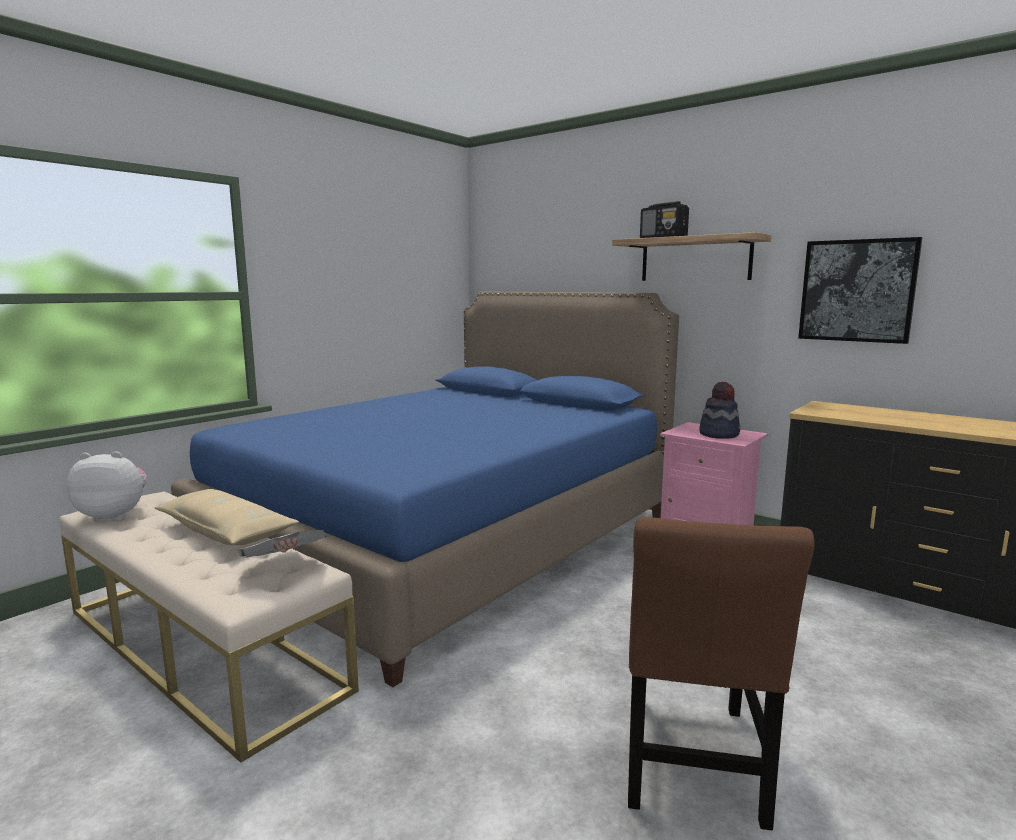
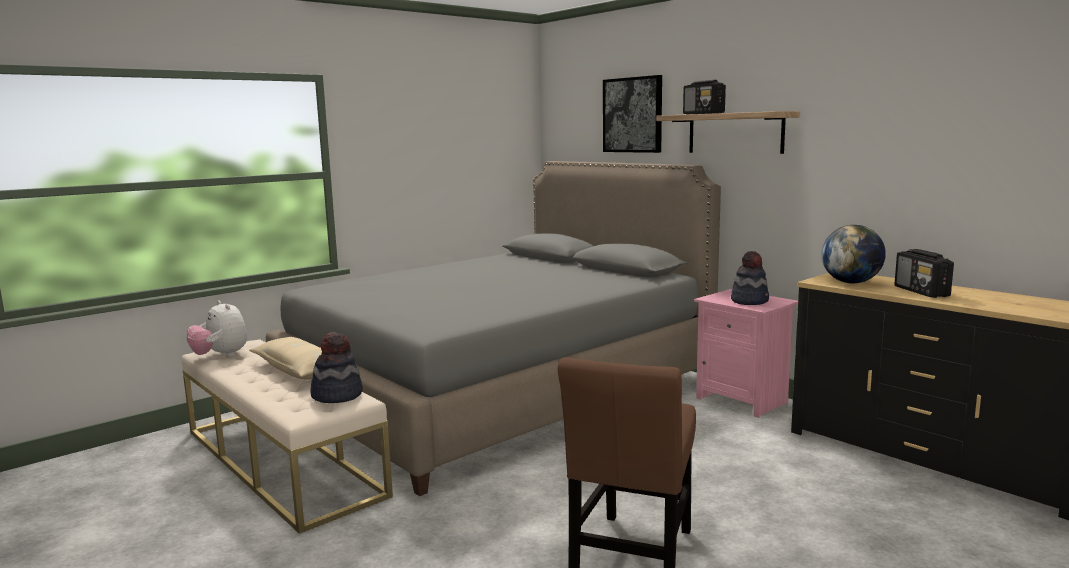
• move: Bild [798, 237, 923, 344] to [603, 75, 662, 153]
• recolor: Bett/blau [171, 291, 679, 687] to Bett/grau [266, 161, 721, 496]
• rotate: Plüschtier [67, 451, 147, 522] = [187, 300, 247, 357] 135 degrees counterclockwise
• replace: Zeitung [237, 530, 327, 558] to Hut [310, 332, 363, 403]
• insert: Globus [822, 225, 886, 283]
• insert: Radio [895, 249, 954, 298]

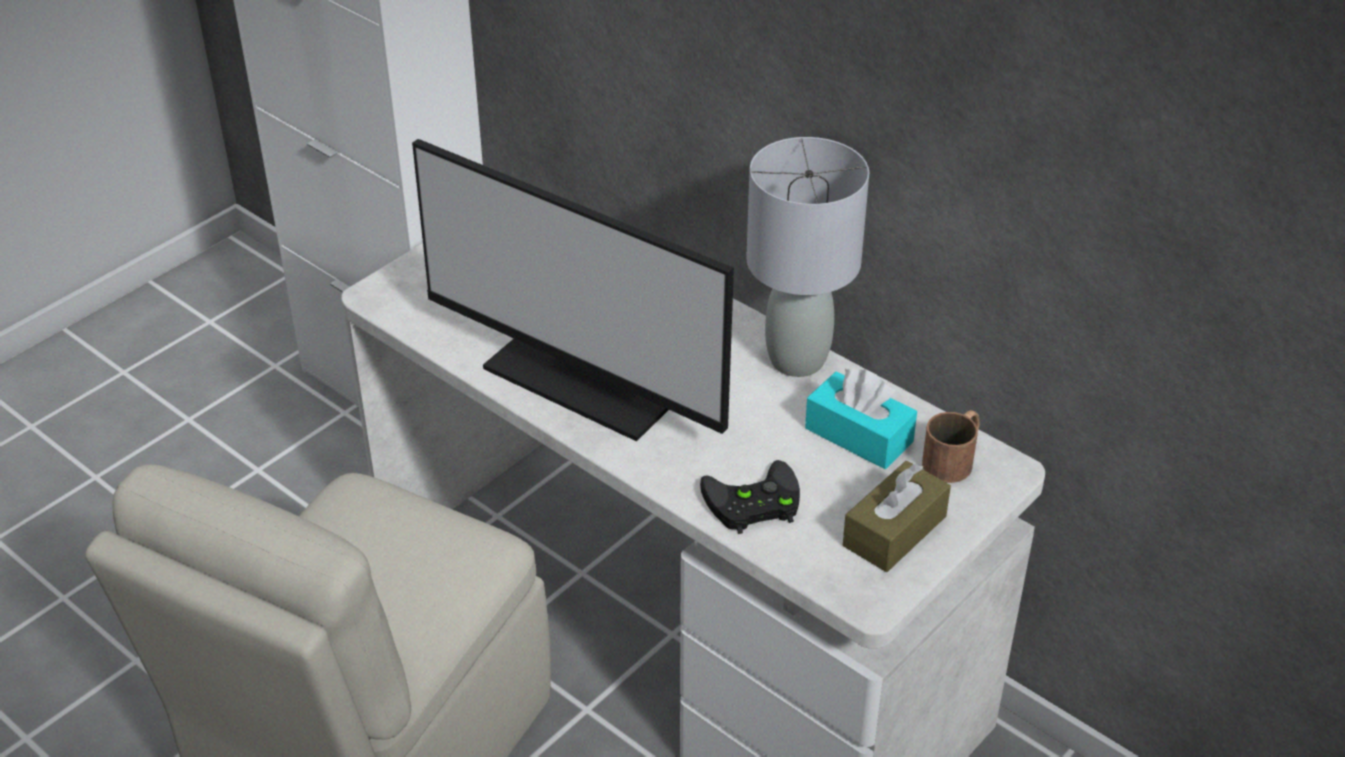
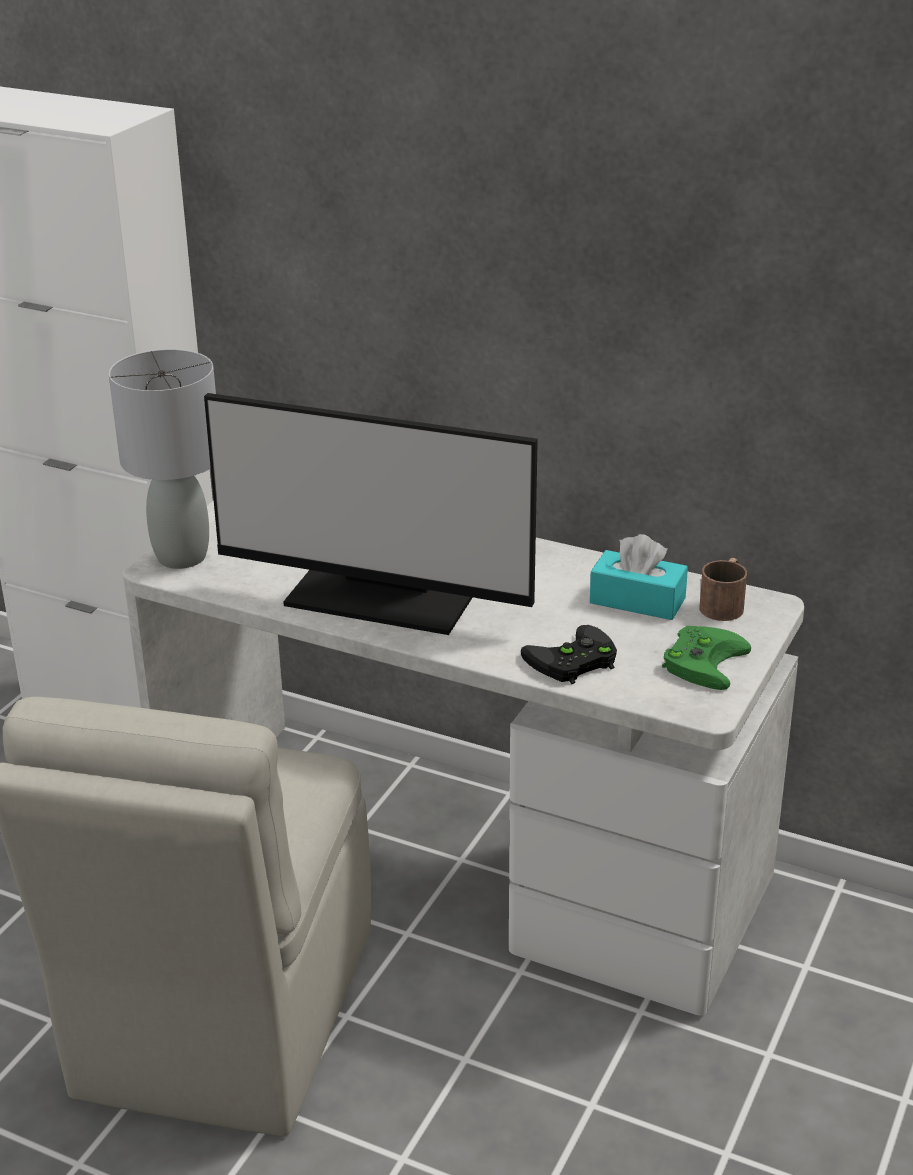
• move: Tischlampe/grau [746, 137, 869, 377] to [108, 349, 216, 569]
• replace: Taschentuchbox/braun [843, 461, 951, 572] to Gamepad/grün [662, 626, 751, 690]

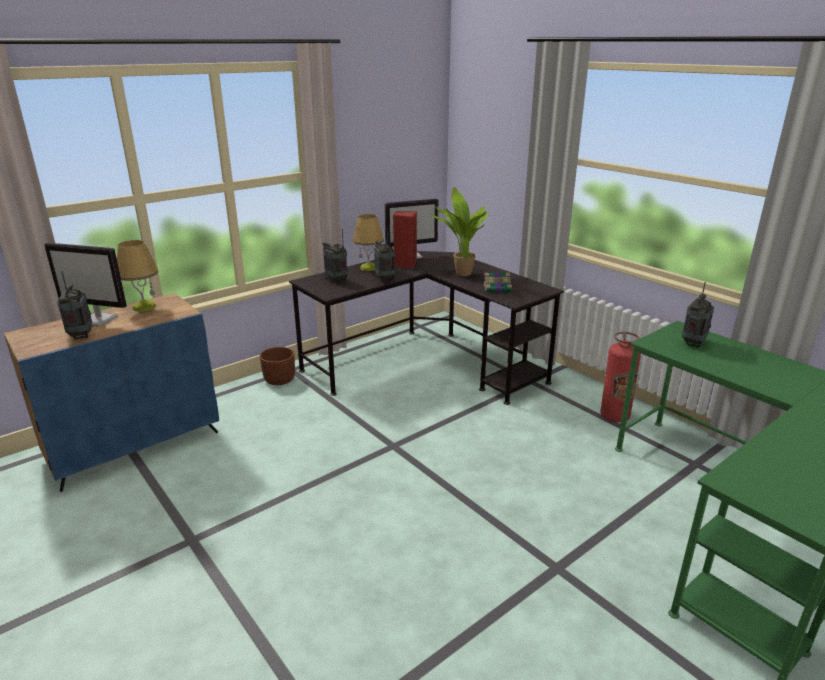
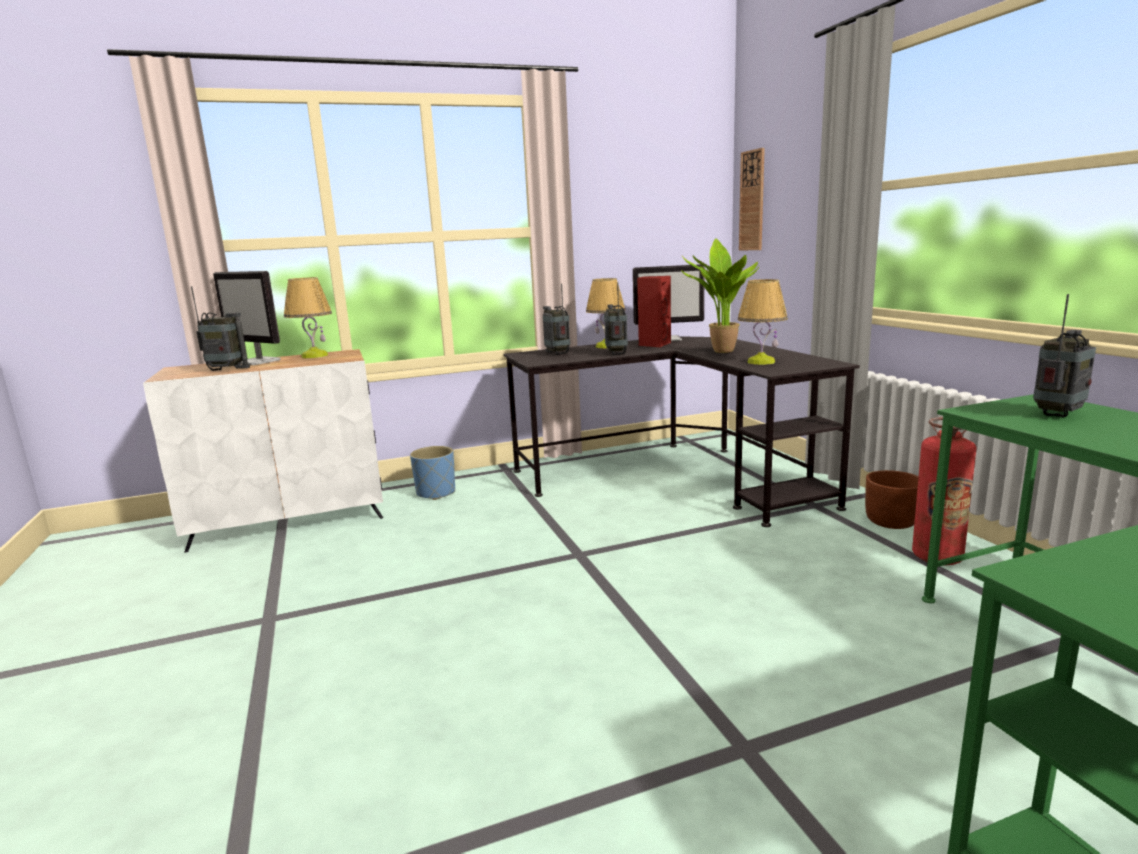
• rotate: Radio [57, 271, 92, 339] = [191, 286, 250, 371] 90 degrees clockwise
• replace: Buch [483, 272, 516, 292] to Tischlampe [738, 279, 788, 365]
• recolor: Schrank/blau [4, 293, 219, 492] to Schrank/weiß [143, 349, 383, 553]
• move: Pflanzkübel/braun [260, 347, 295, 385] to [865, 470, 919, 529]
• insert: Wanduhr [739, 148, 765, 250]
• insert: Pflanzkübel/blau [410, 446, 455, 500]

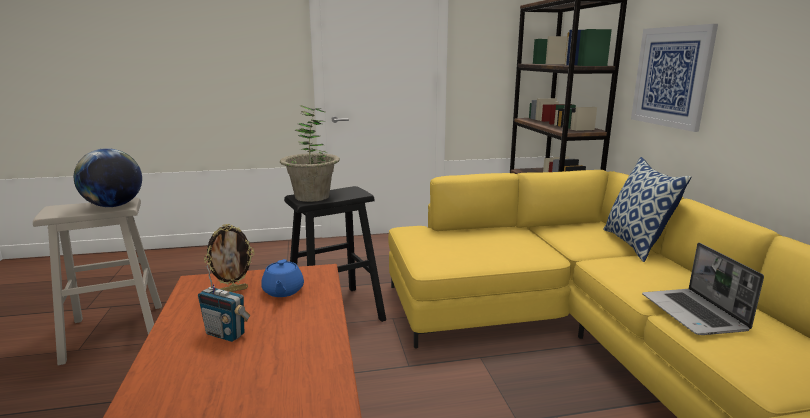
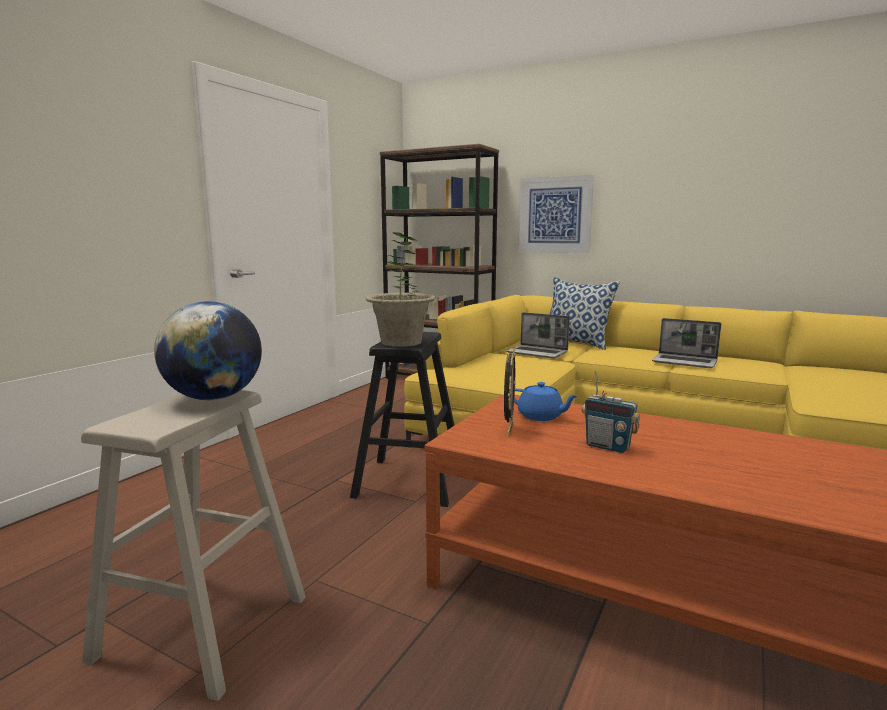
• rotate: Radio [198, 265, 251, 342] = [582, 371, 640, 453] 60 degrees clockwise
• insert: Laptop [506, 312, 570, 358]

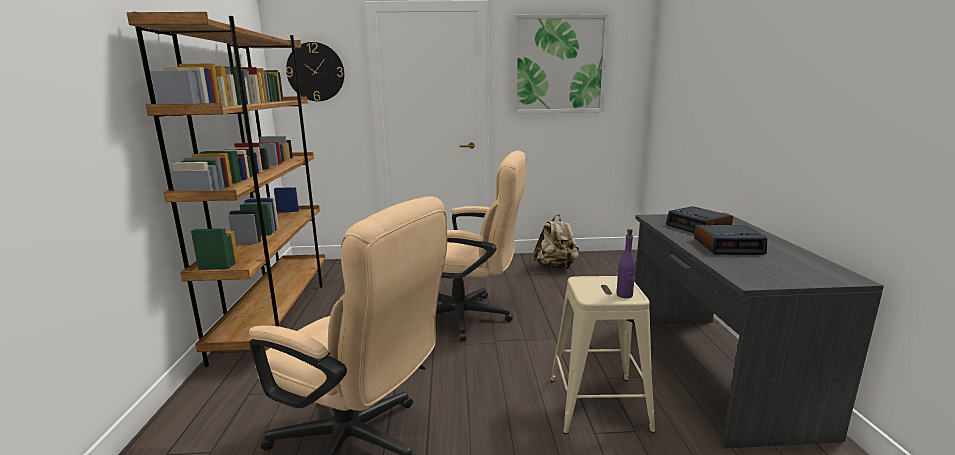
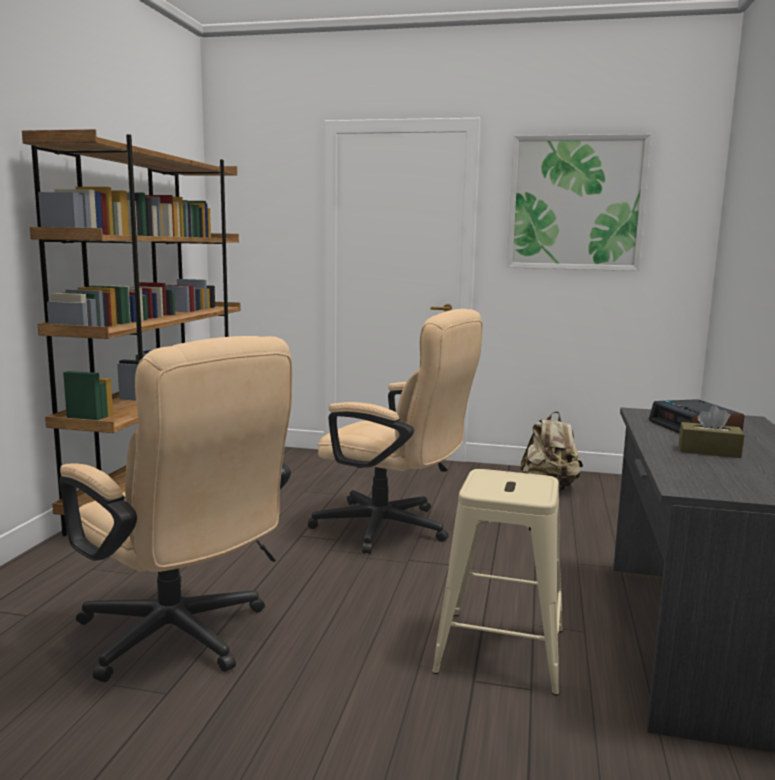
• delete: Wanduhr [286, 42, 344, 101]
• replace: Wecker [694, 225, 767, 255] to Taschentuchbox/braun [679, 405, 744, 458]
• delete: Flasche/lila [616, 229, 636, 298]

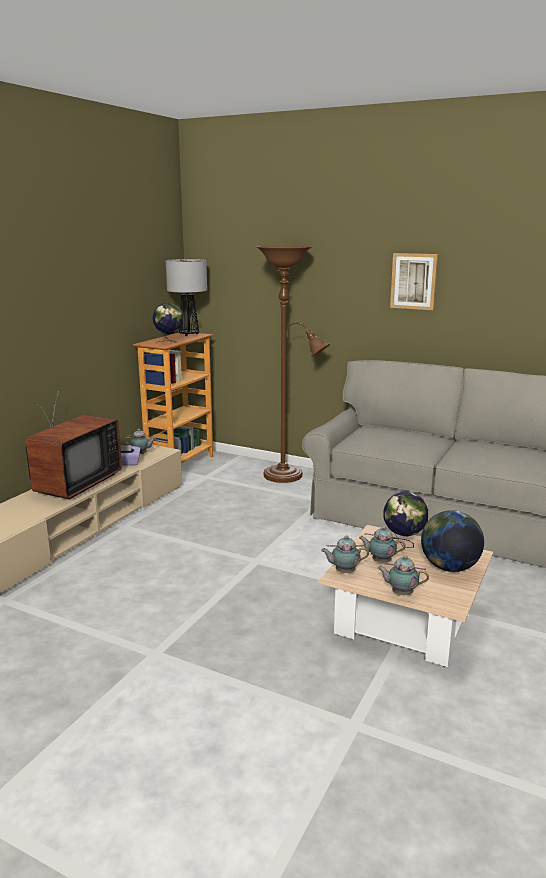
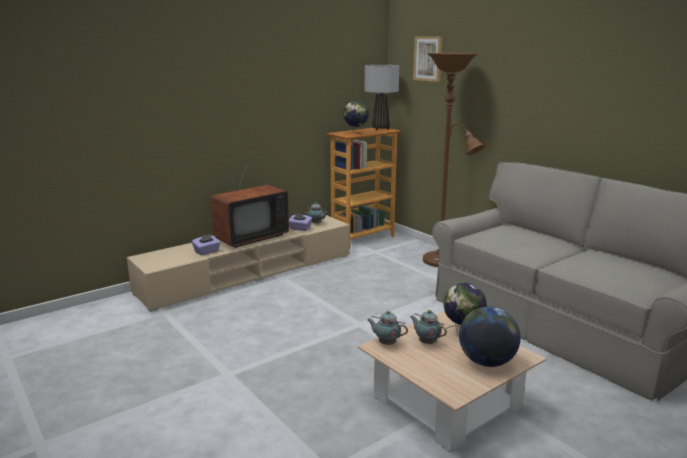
• move: Bild [390, 253, 438, 310] to [413, 36, 443, 82]
• delete: Teekanne [377, 556, 429, 595]
• insert: Taschentuchbox/lila [192, 234, 220, 255]

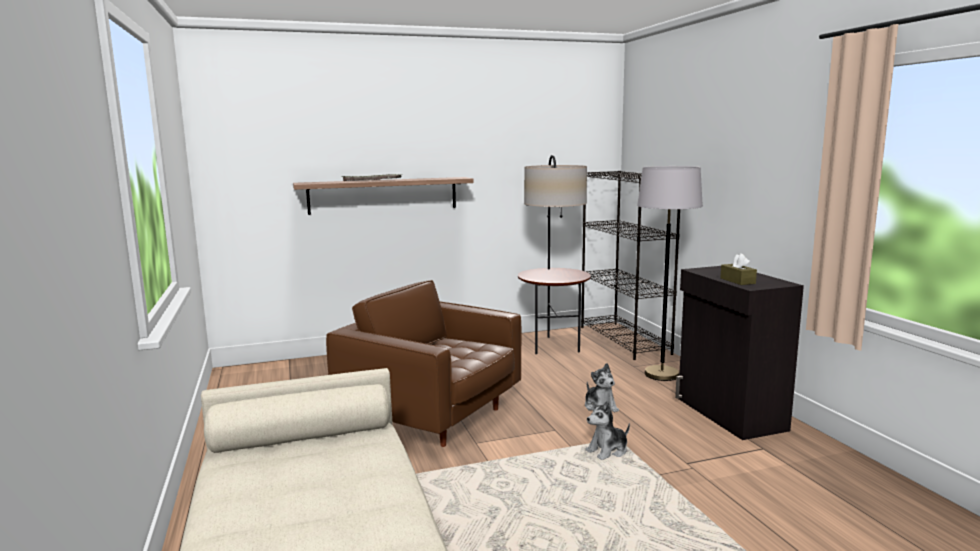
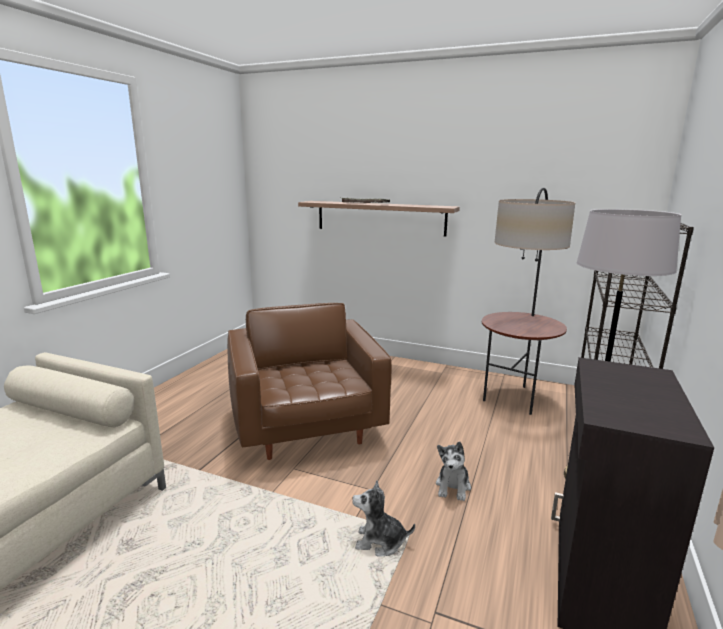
• delete: Taschentuchbox/braun [720, 253, 757, 285]

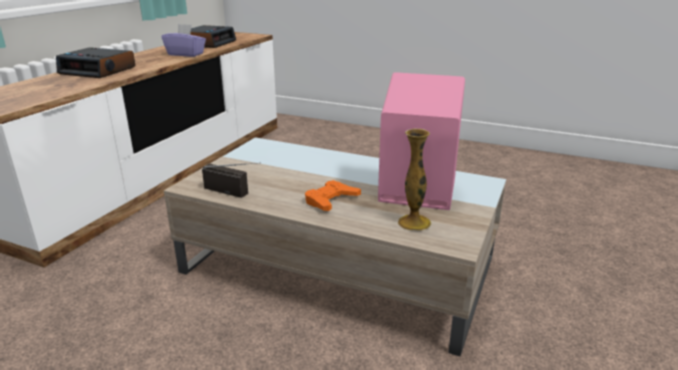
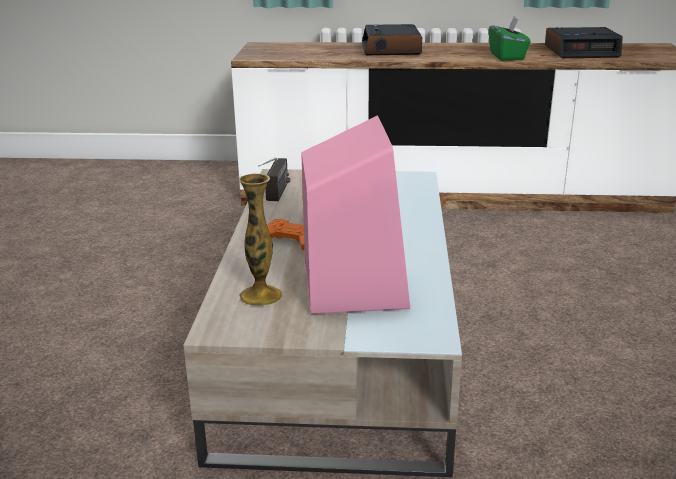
• recolor: Taschentuchbox/lila [162, 24, 206, 57] to Taschentuchbox/grün [489, 17, 531, 60]

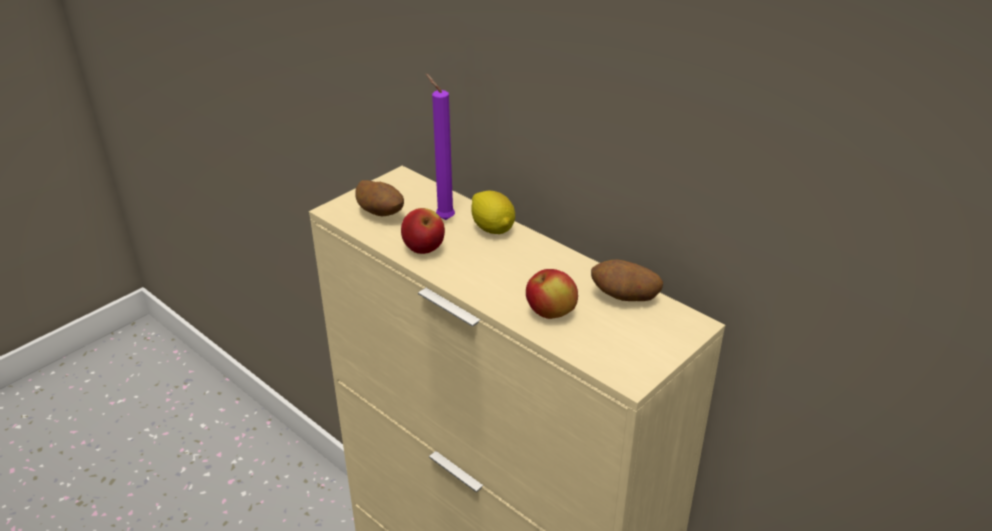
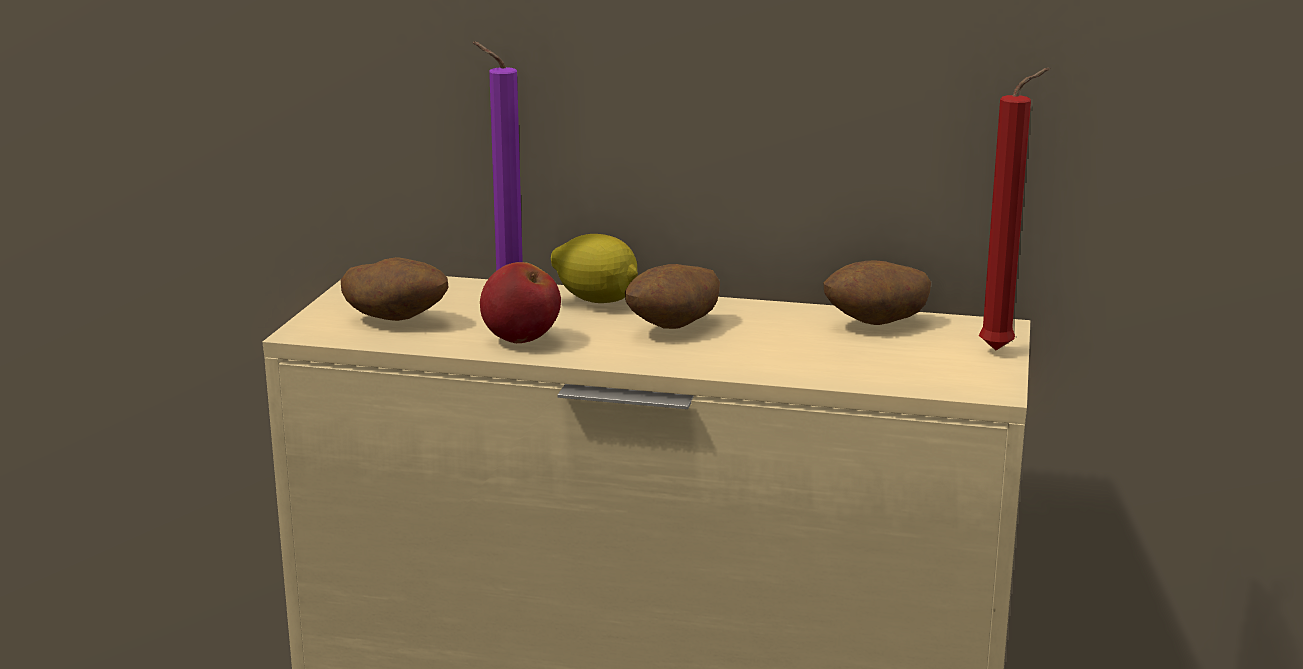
• delete: Apfel [526, 269, 578, 319]
• insert: Kerze/rot [979, 68, 1050, 350]
• insert: Kartoffel [625, 264, 720, 329]

